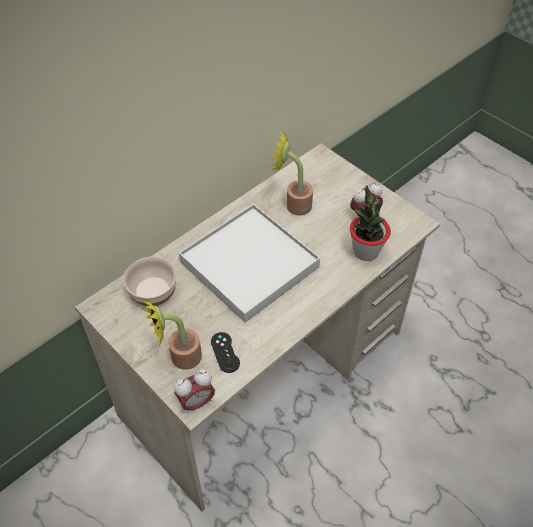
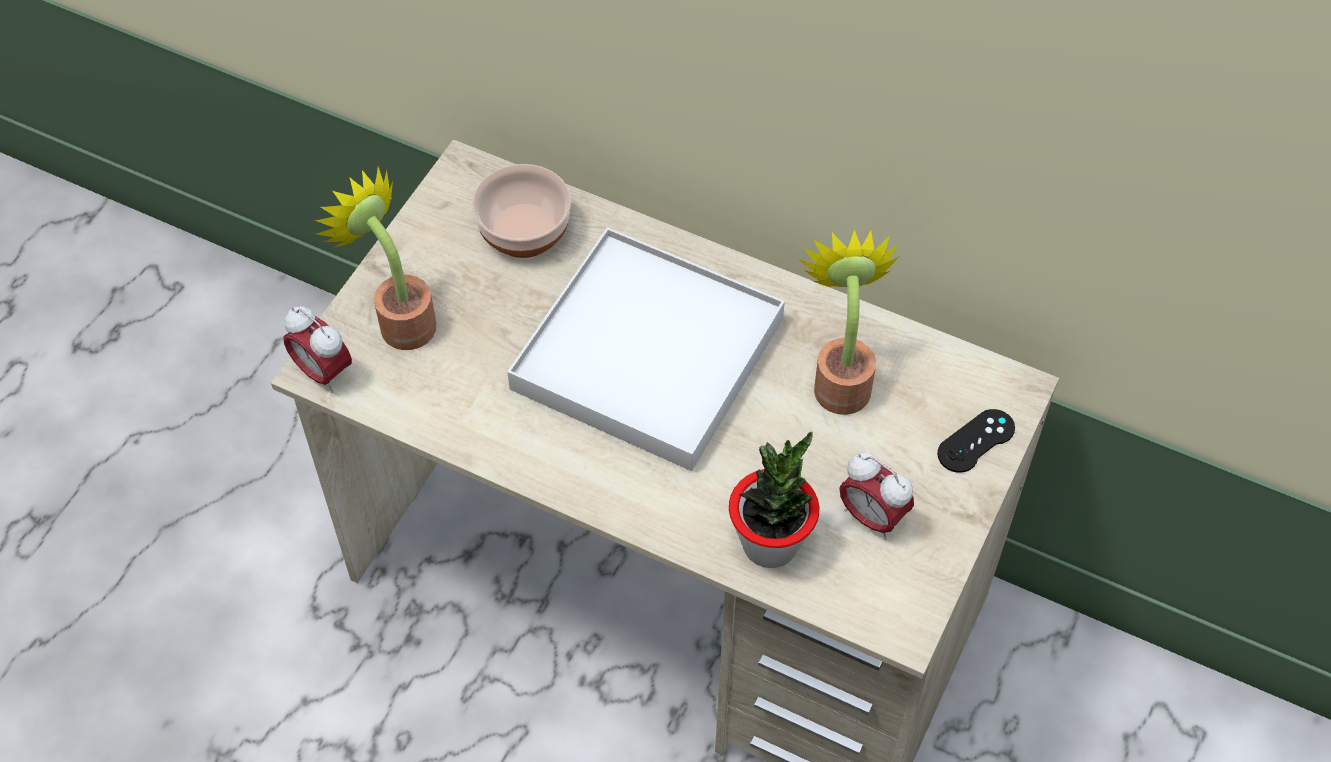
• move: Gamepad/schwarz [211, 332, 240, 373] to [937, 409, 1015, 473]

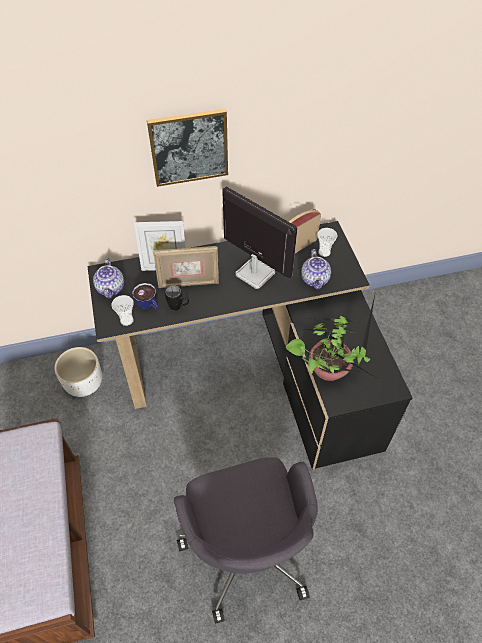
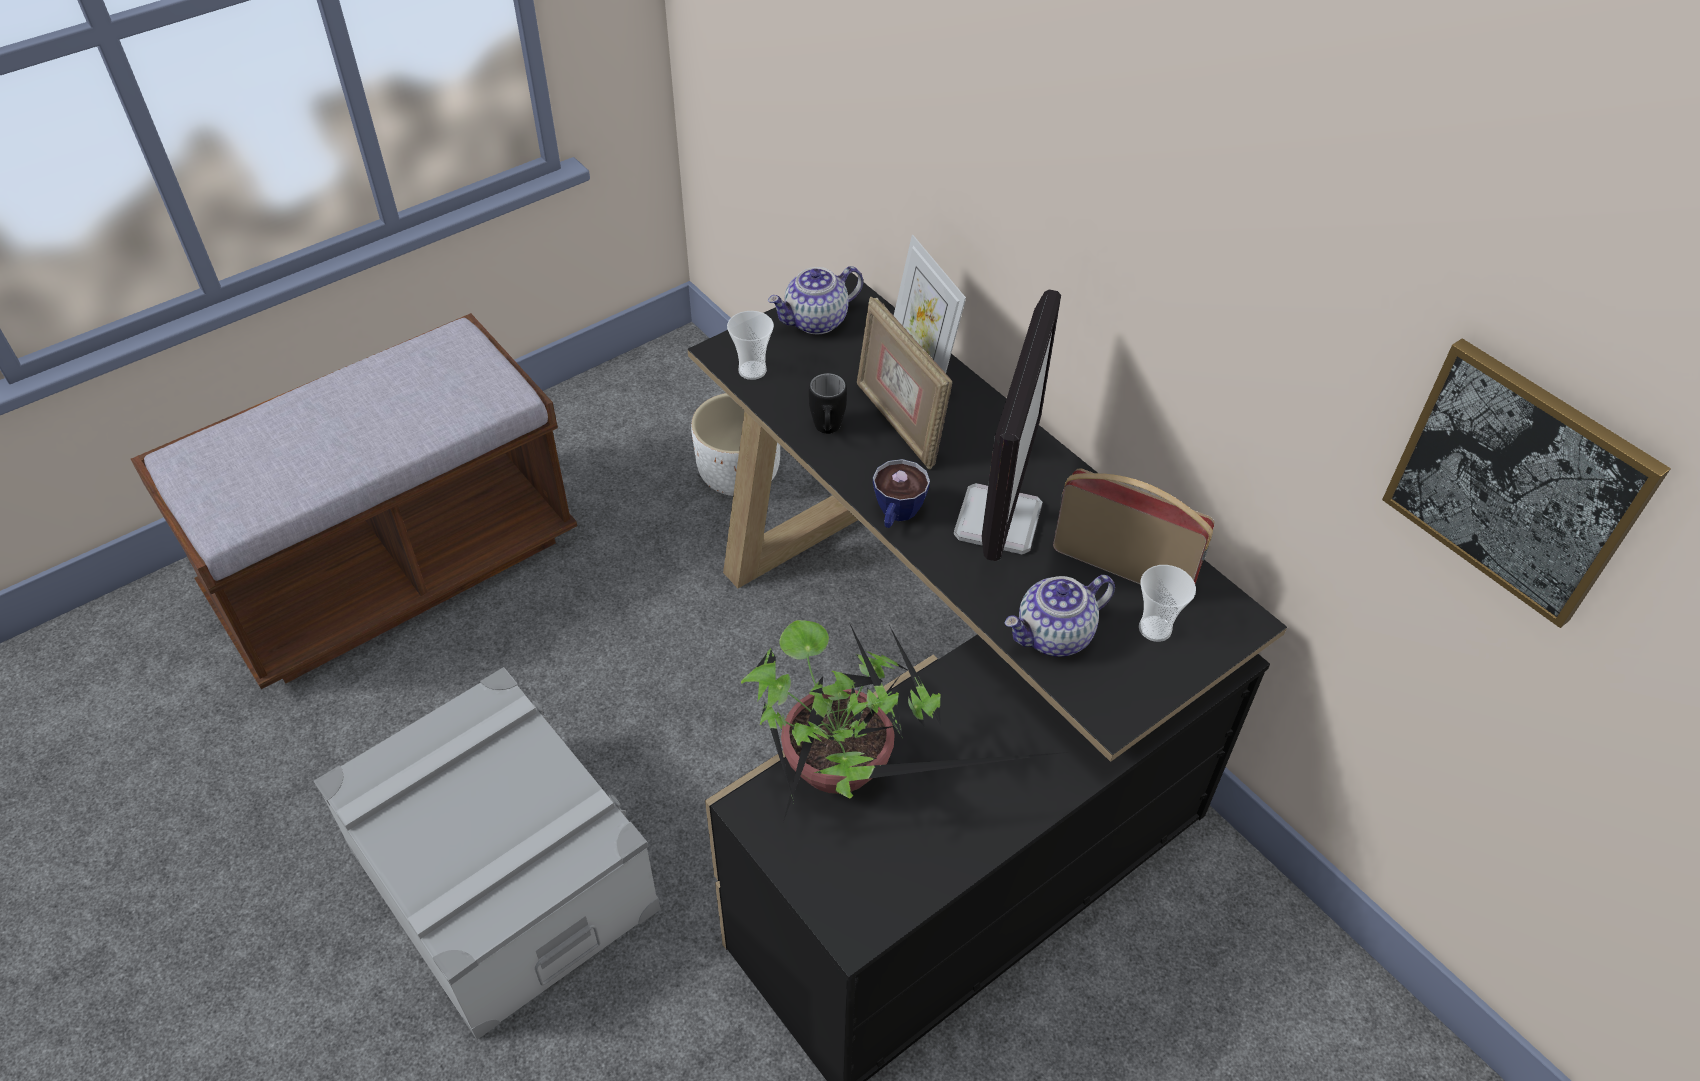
• move: Bild [147, 109, 228, 187] to [1382, 338, 1671, 628]
• move: Tasse [132, 283, 158, 309] to [873, 459, 930, 528]
• replace: Bürostuhl/grau [174, 457, 318, 624] to Aufbewahrungsbox/grau [314, 667, 660, 1040]

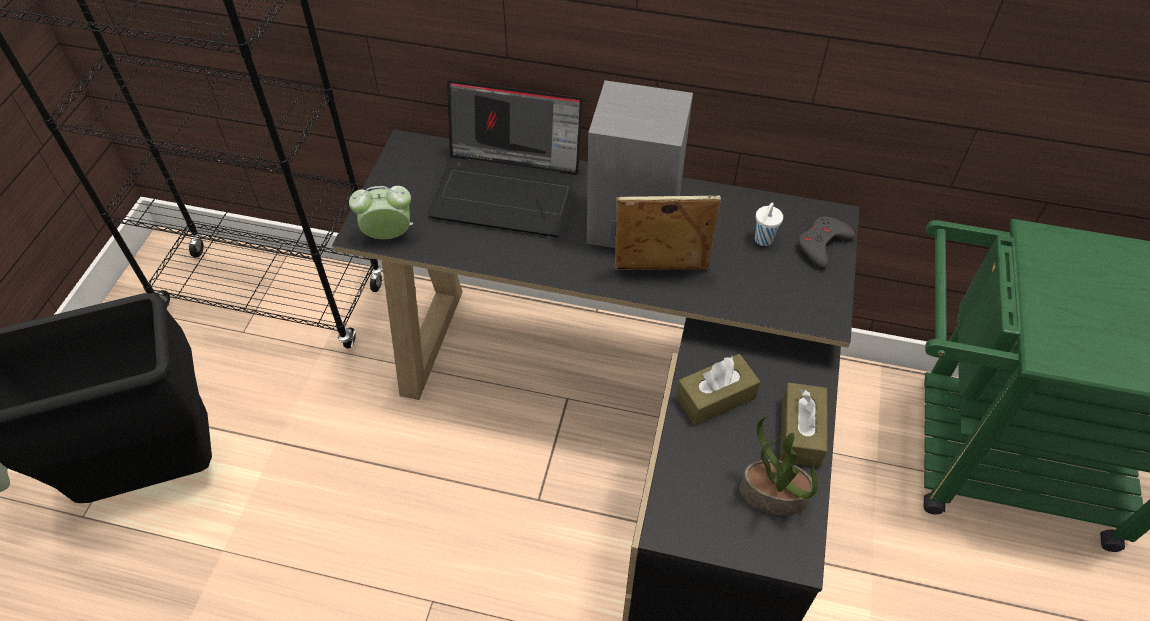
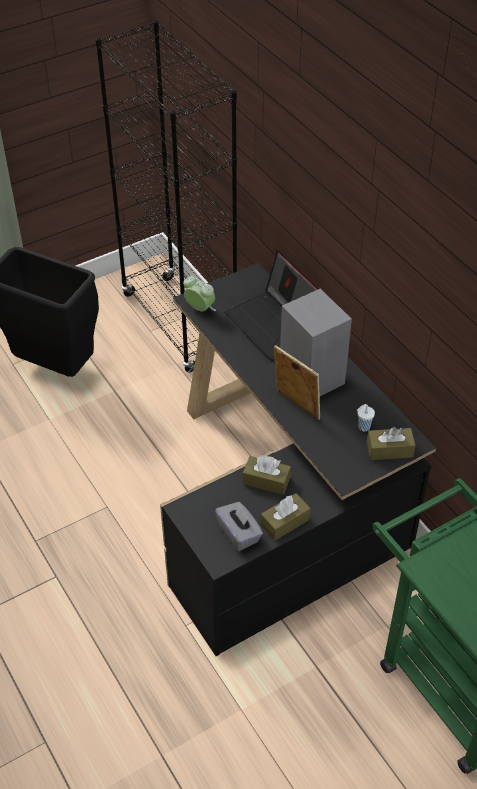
• replace: Gamepad/grau [798, 216, 855, 269] to Taschentuchbox/braun [367, 427, 416, 460]
• replace: Topfpflanze [740, 415, 818, 516] to Taschentuchbox/grau [215, 502, 263, 551]

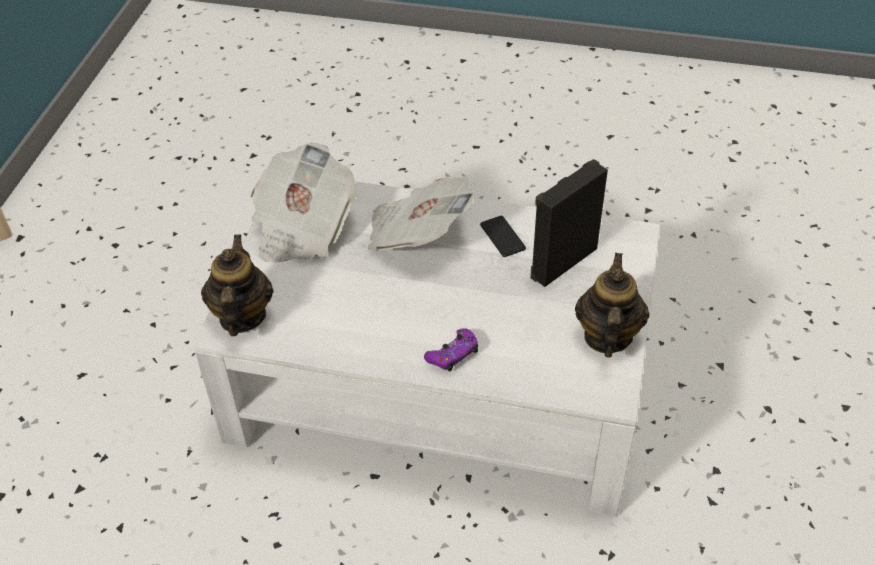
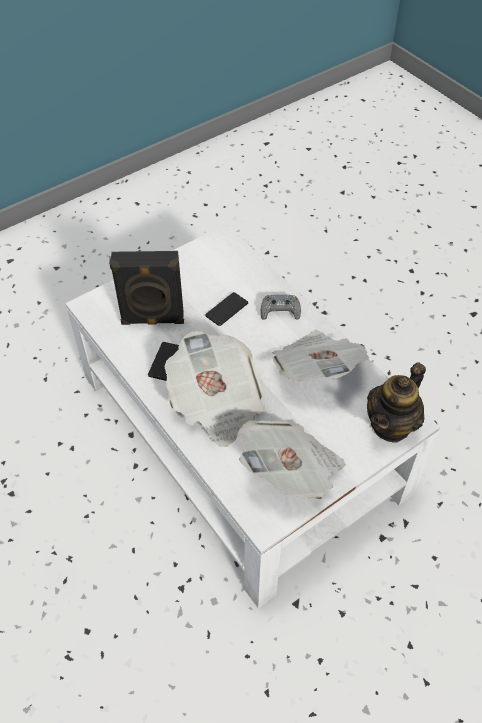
• delete: Teekanne [575, 253, 650, 358]
• recolor: Gamepad/lila [424, 328, 478, 371] to Gamepad/grau [260, 295, 301, 320]
• insert: Handy [205, 292, 248, 326]
• insert: Zeitung [272, 331, 369, 381]

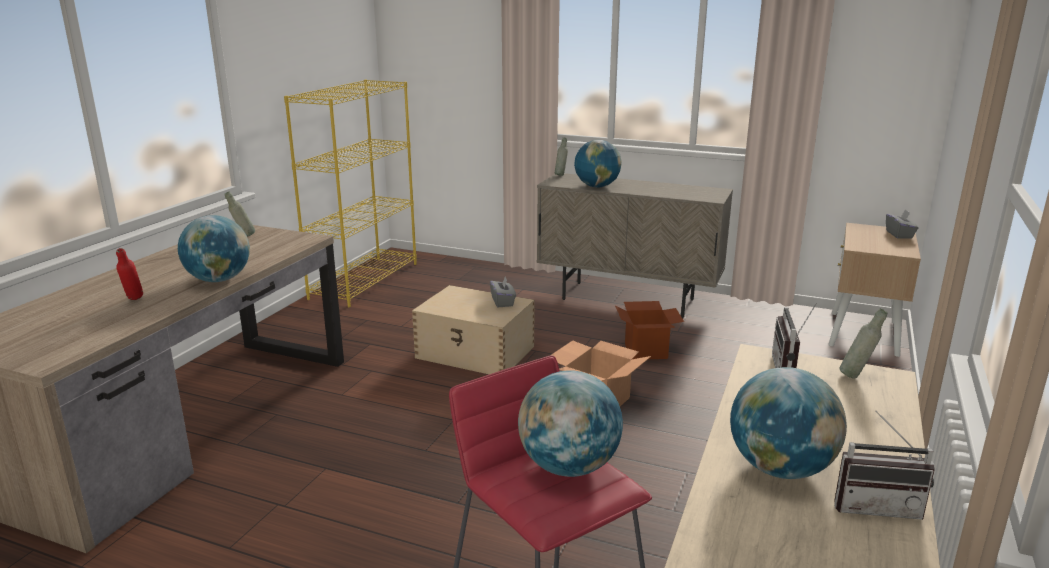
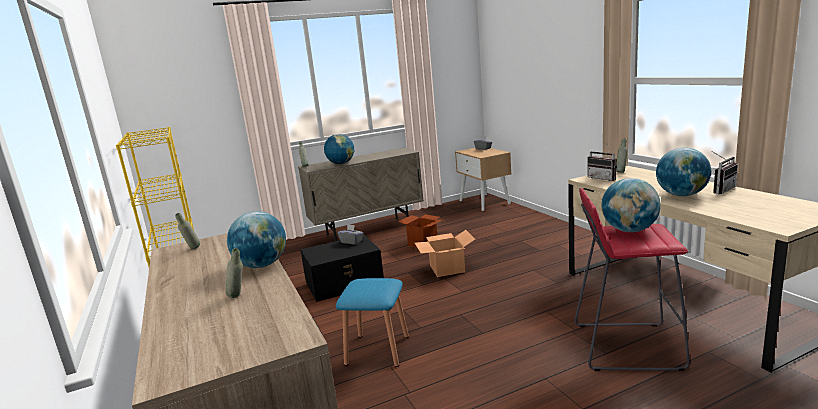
• recolor: Flasche/rot [116, 248, 143, 300] to Flasche/grau [226, 248, 243, 298]
• recolor: Aufbewahrungsbox/beige [412, 285, 535, 374] to Aufbewahrungsbox/schwarz [300, 235, 384, 302]
• insert: Hocker/blau [336, 278, 409, 367]

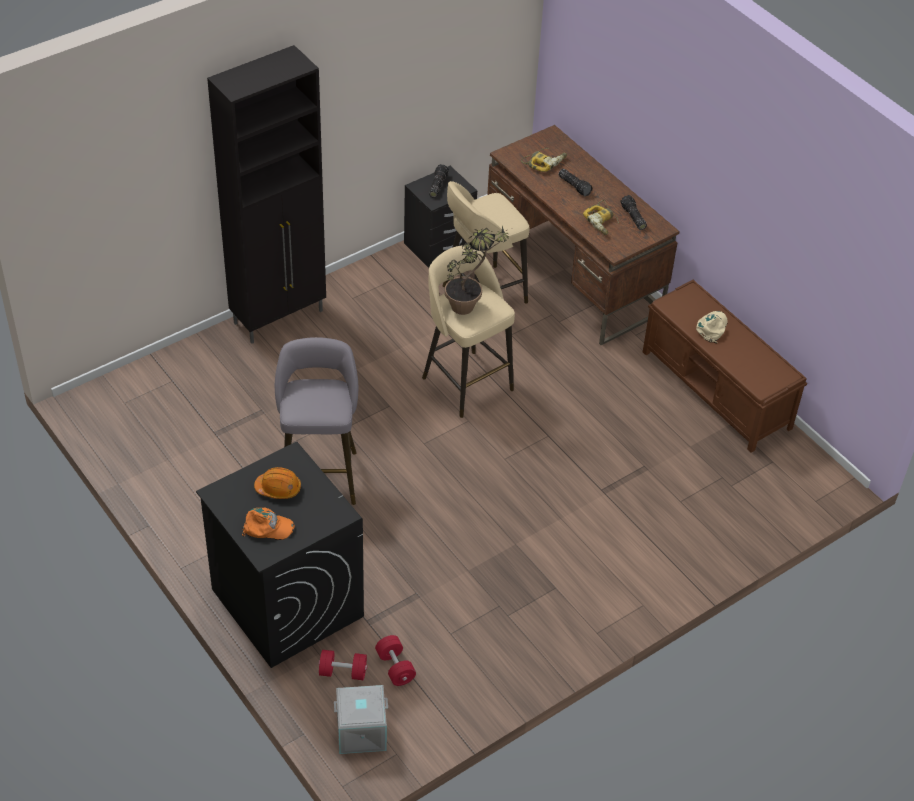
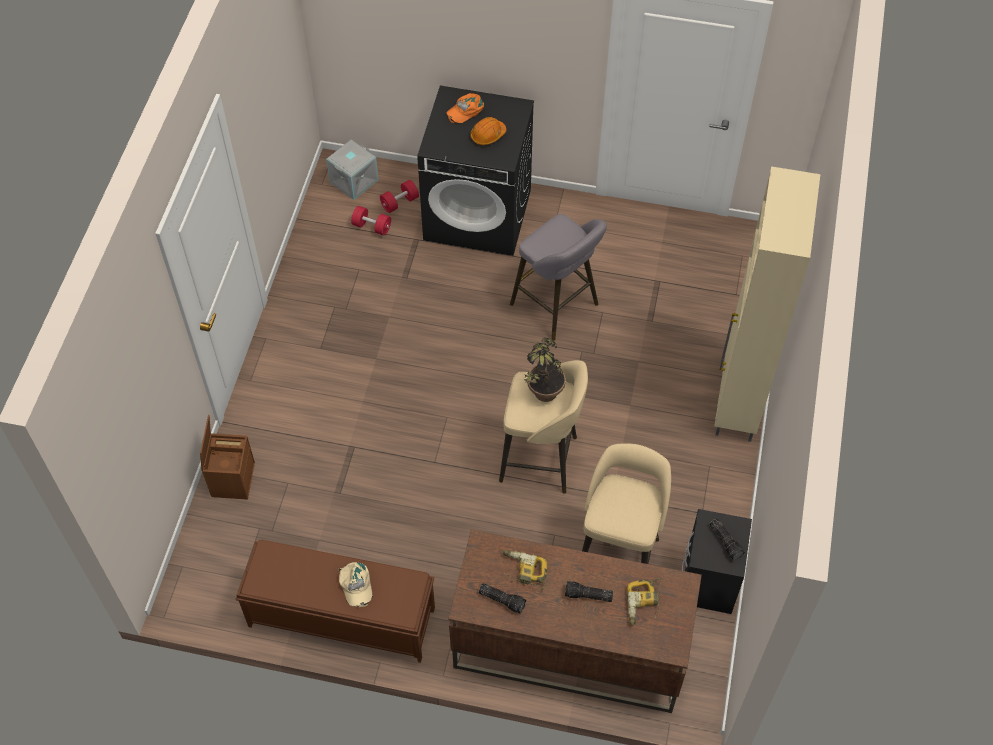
• recolor: Schrank/schwarz [207, 45, 326, 344] to Schrank/beige [714, 166, 821, 442]
• insert: Aufbewahrungsbox/braun [200, 415, 255, 500]

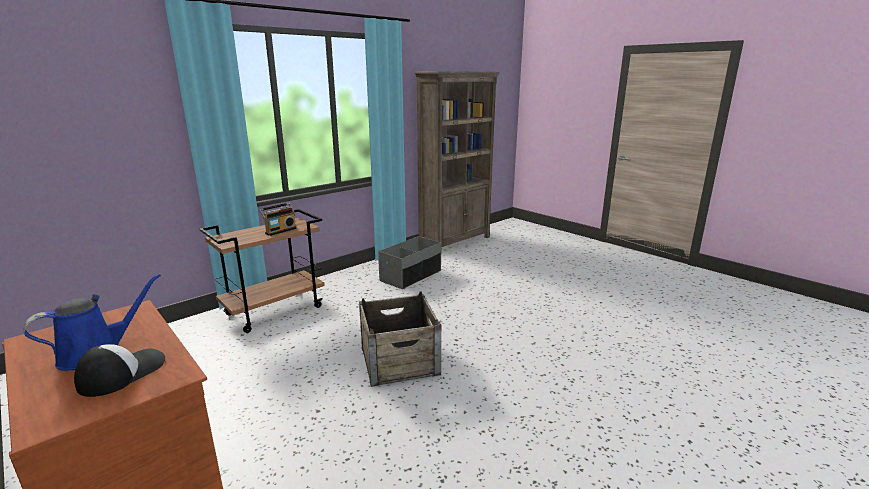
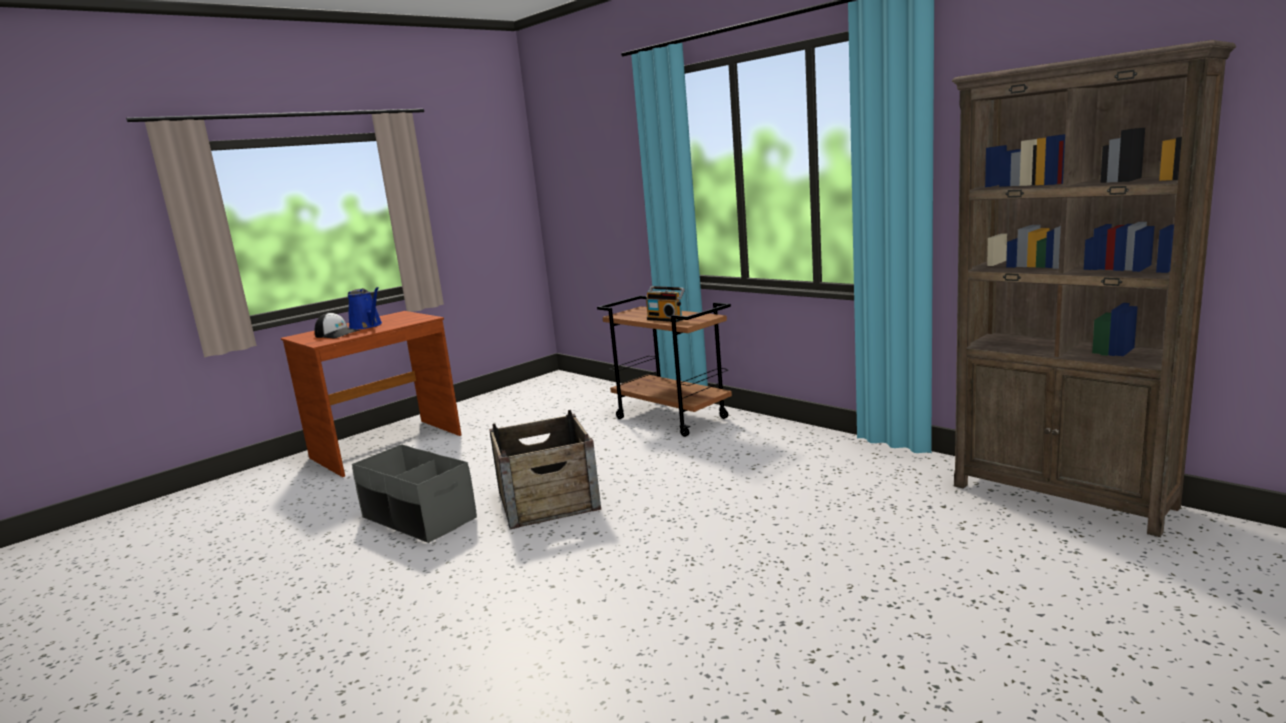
• move: Aufbewahrungsbox/grau [378, 236, 441, 289] to [352, 444, 477, 543]

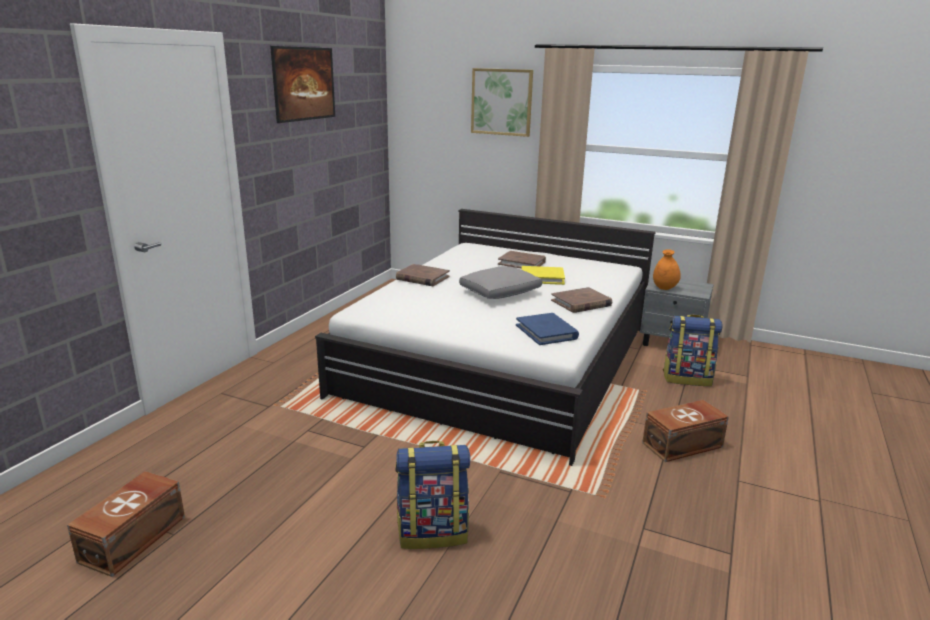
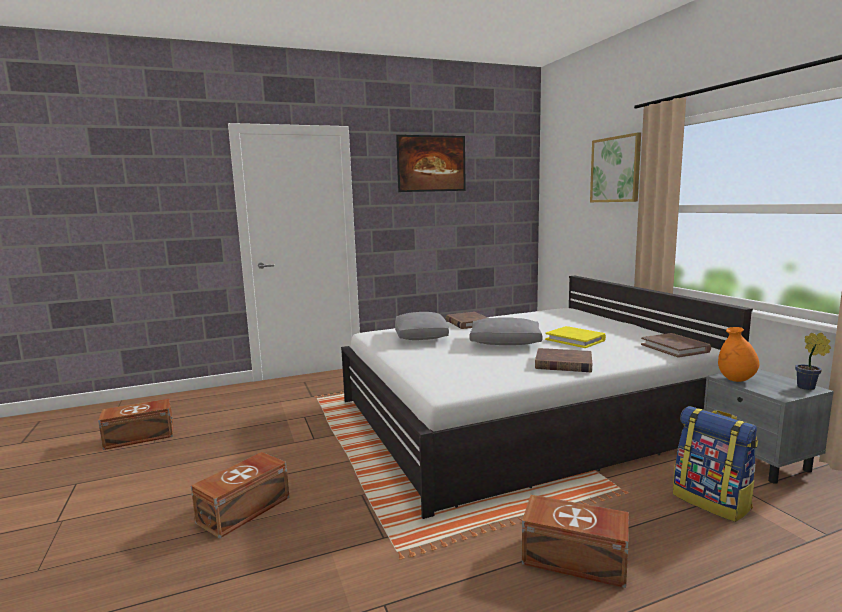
• move: Buch/braun [498, 251, 546, 269] to [641, 333, 711, 358]
• delete: Buch/blau [516, 313, 579, 345]
• replace: Rucksack [395, 441, 470, 549] to Aufbewahrungsbox/braun [191, 452, 289, 539]
• insert: Kissen/grau [395, 312, 449, 340]
• insert: Topfpflanze [795, 333, 831, 390]

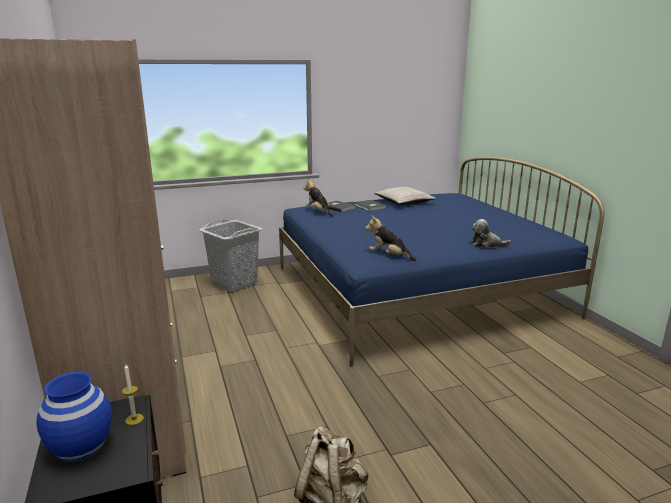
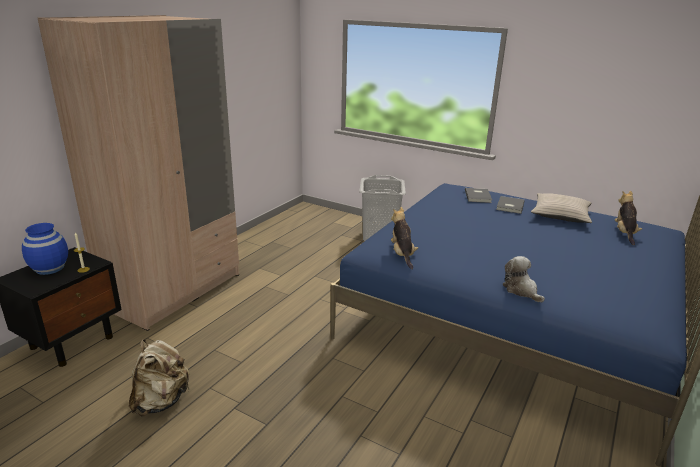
• move: Plüschtier [303, 179, 333, 217] to [615, 190, 642, 245]

